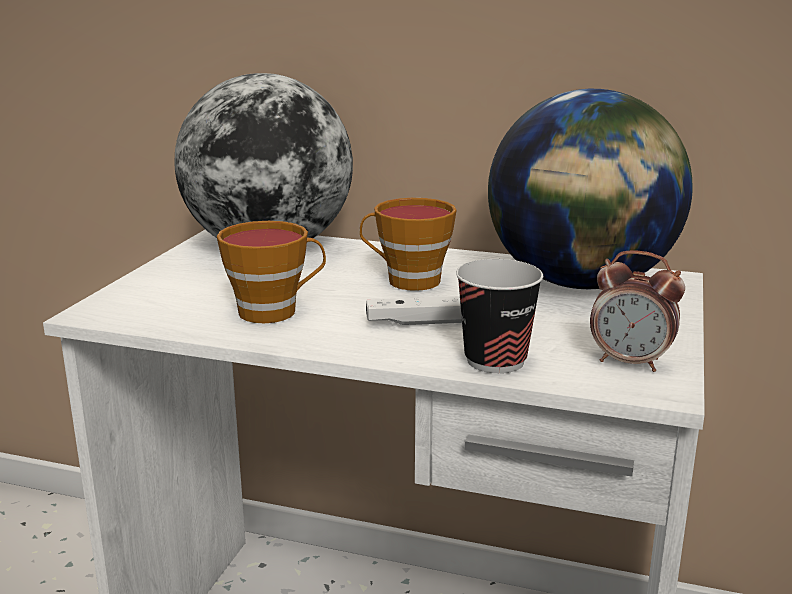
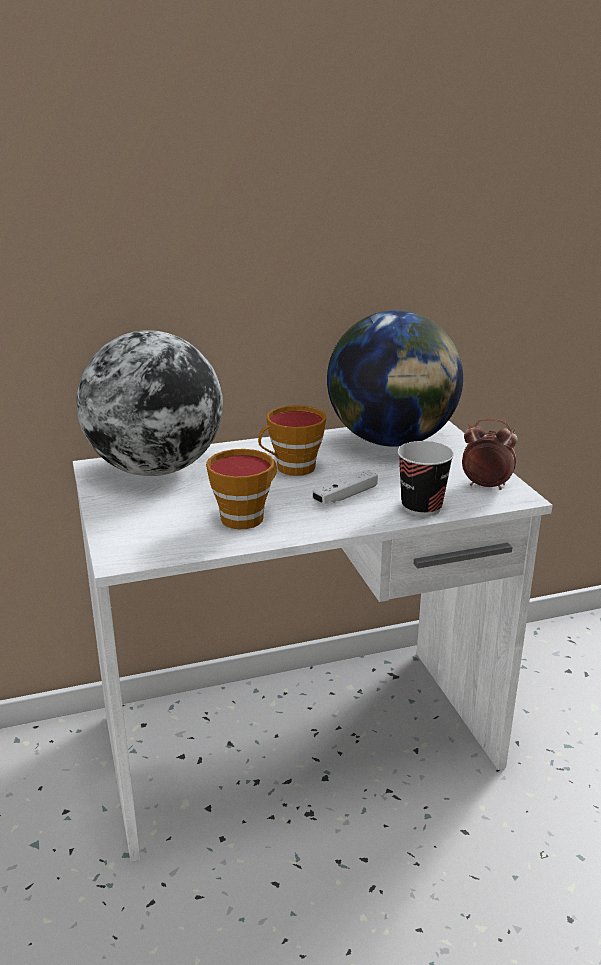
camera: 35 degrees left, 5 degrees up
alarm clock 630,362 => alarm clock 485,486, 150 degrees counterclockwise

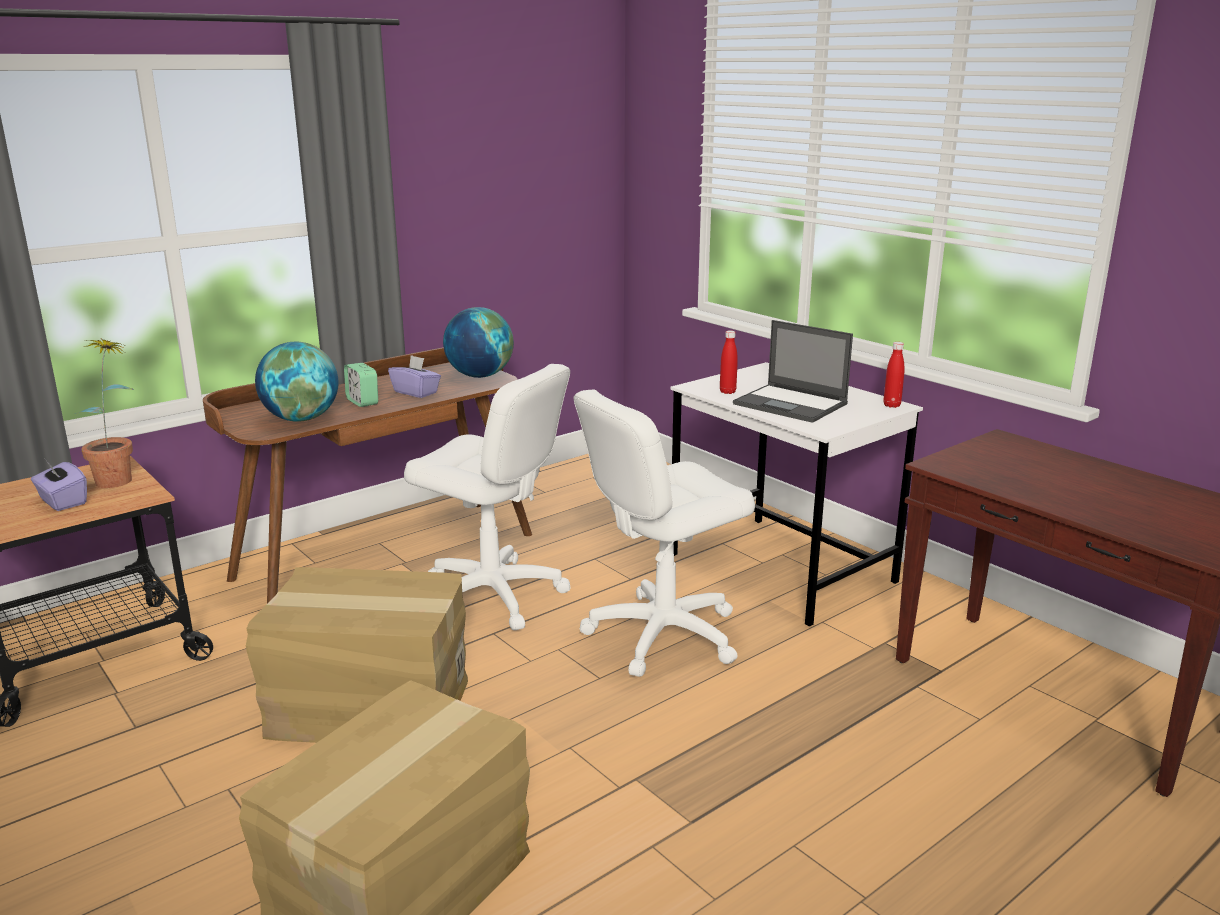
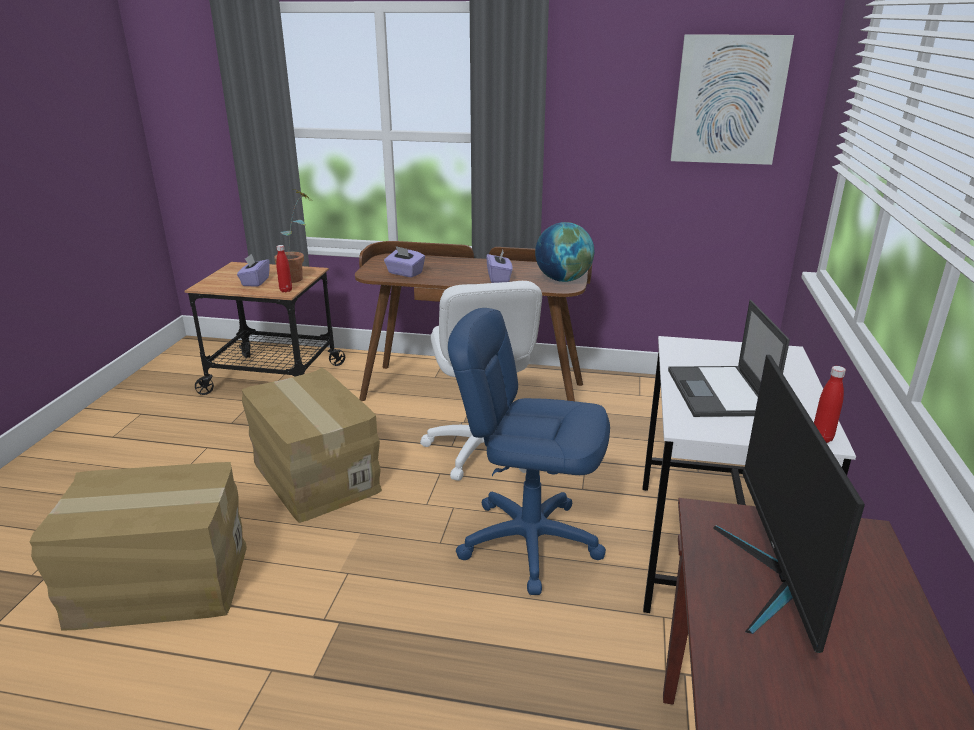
camera: 50 degrees right, 5 degrees up
globe 301,419 => purple tissue box 405,273
alarm clock 362,402 => nothing
white office chair 663,634 => blue office chair 529,542
red bottle 727,392 => red bottle 286,290, shifted
nothing => picture 728,100
nothing => monitor 776,579

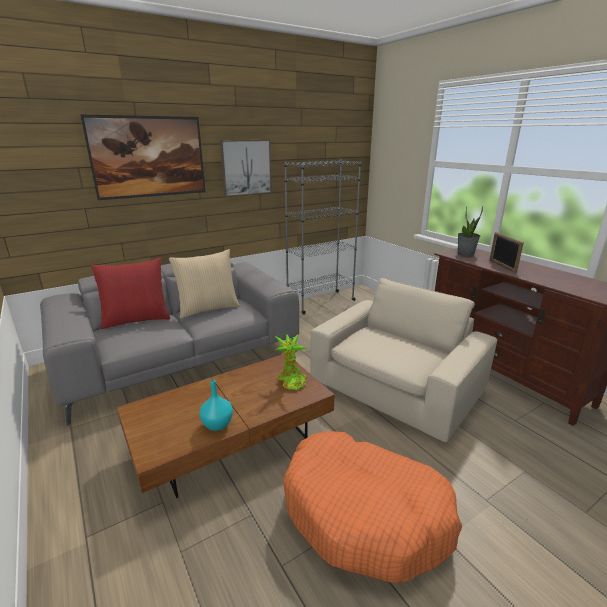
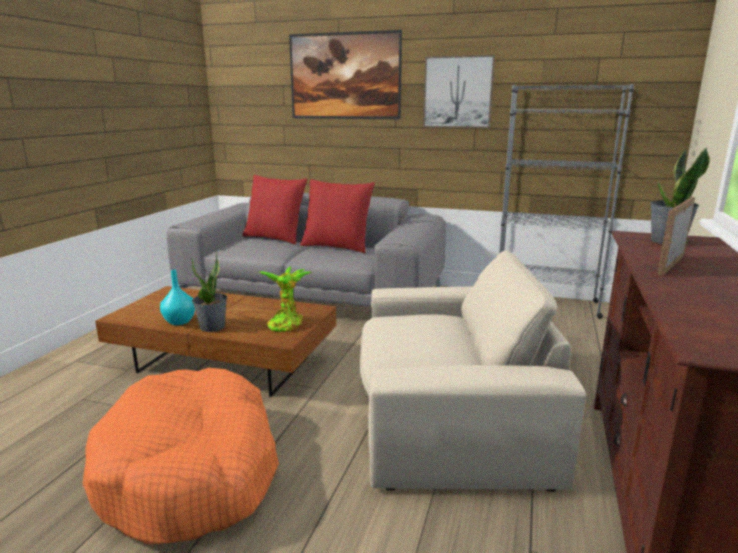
camera: 50 degrees right, 5 degrees down
beige pillow 208,309 => red pillow 337,246
nothing => potted plant 212,327

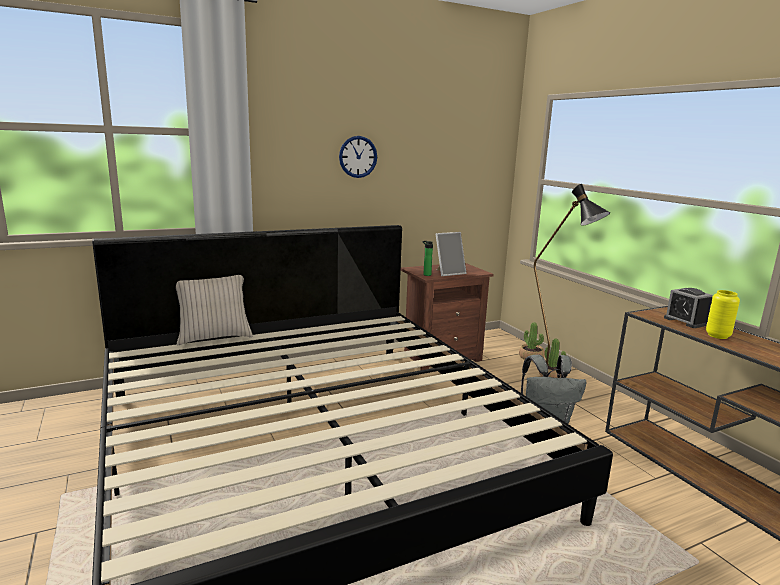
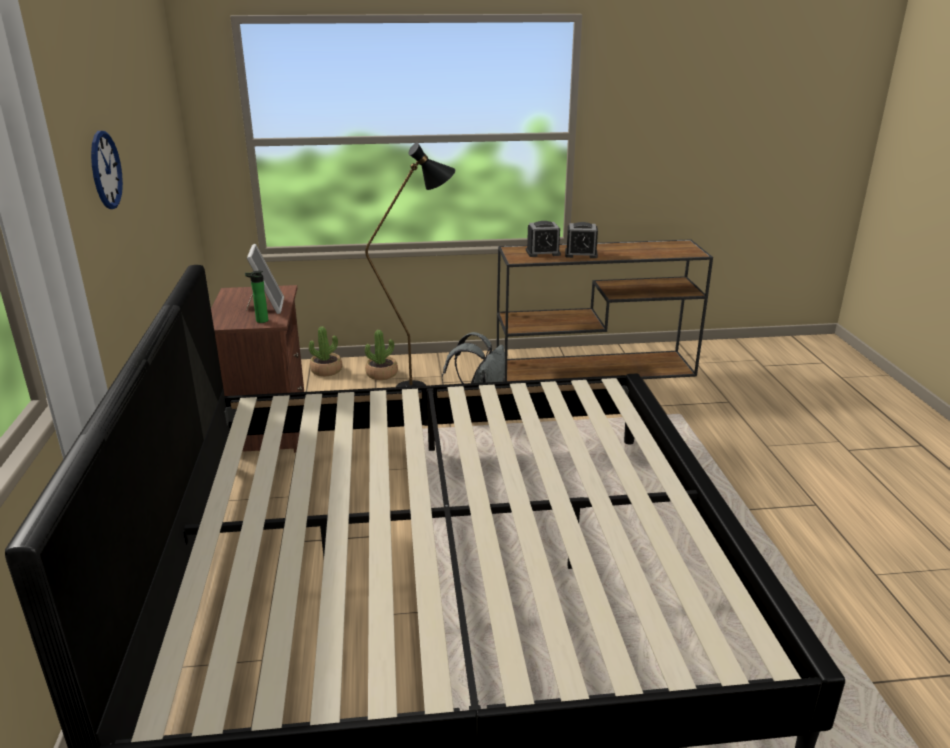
camera: 70 degrees left, 10 degrees up
beige pillow 214,337 => nothing
yellow vase 717,336 => alarm clock 581,254

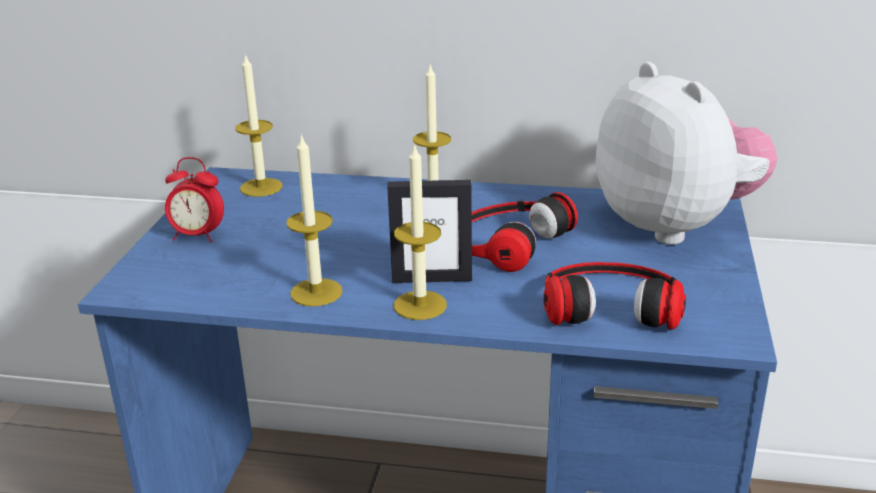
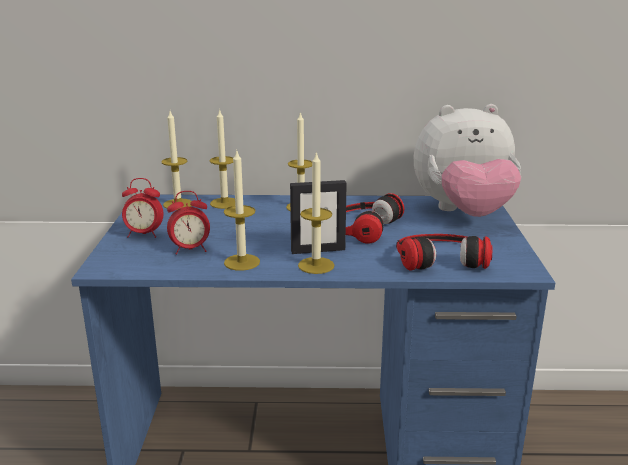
camera: 10 degrees left, 5 degrees down
plush toy 675,226 => plush toy 463,213, 120 degrees clockwise
nothing => alarm clock 190,250
nothing => candle 224,203

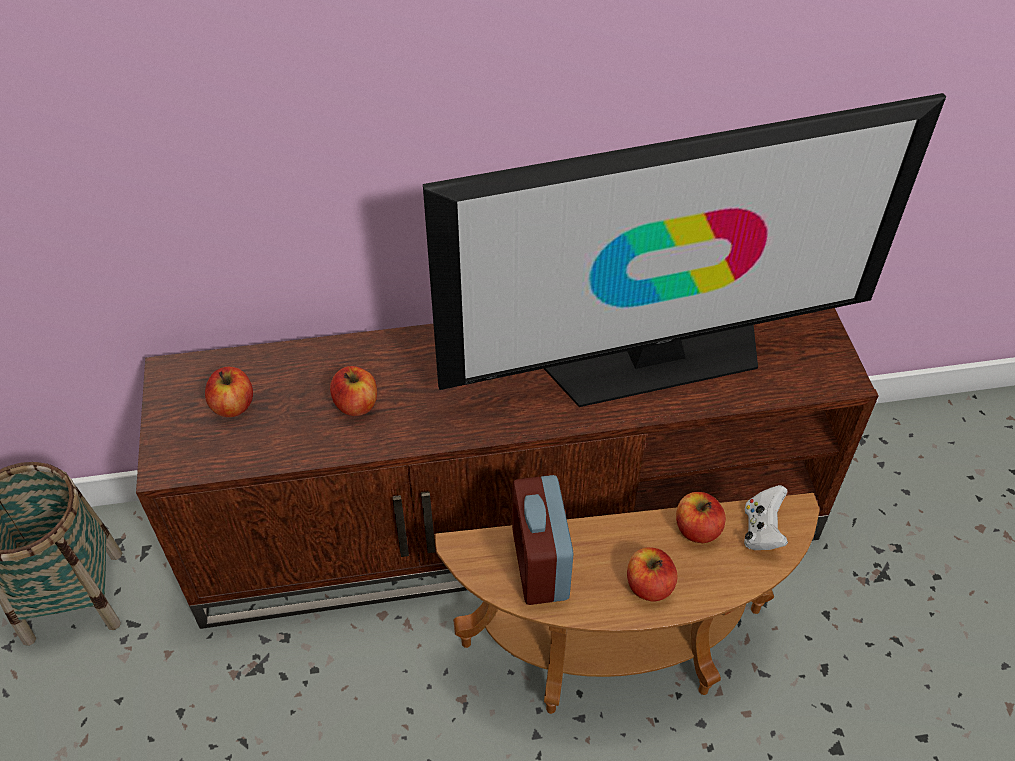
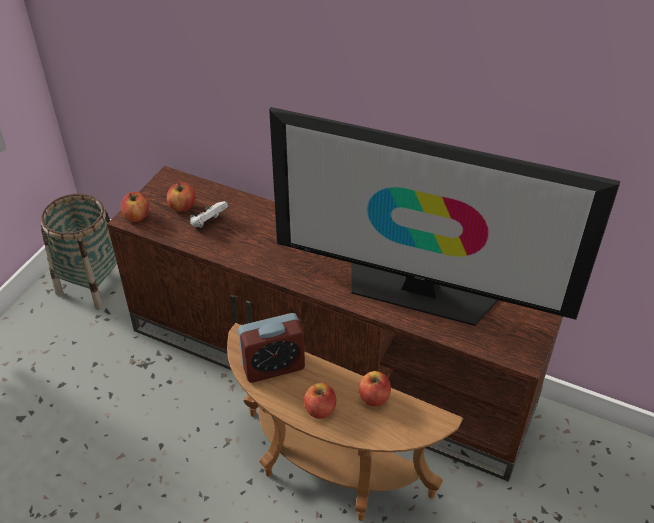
camera: 35 degrees right, 5 degrees down
apple 356,404 => apple 136,216, shifted
alarm clock 540,564 => alarm clock 273,366, 135 degrees counterclockwise
white game controller 762,530 => white game controller 208,223, shifted

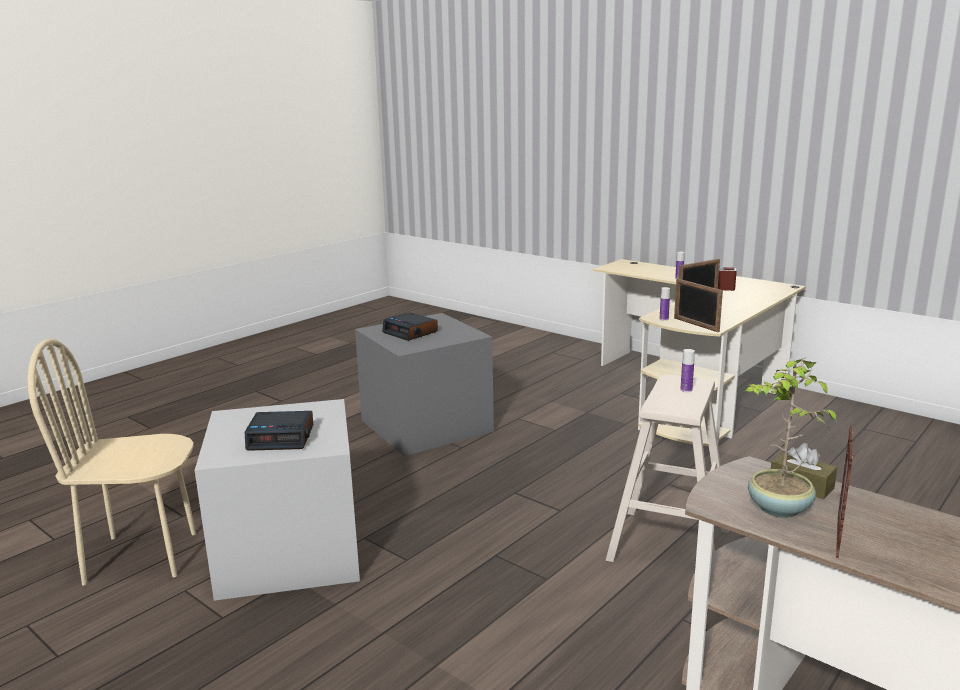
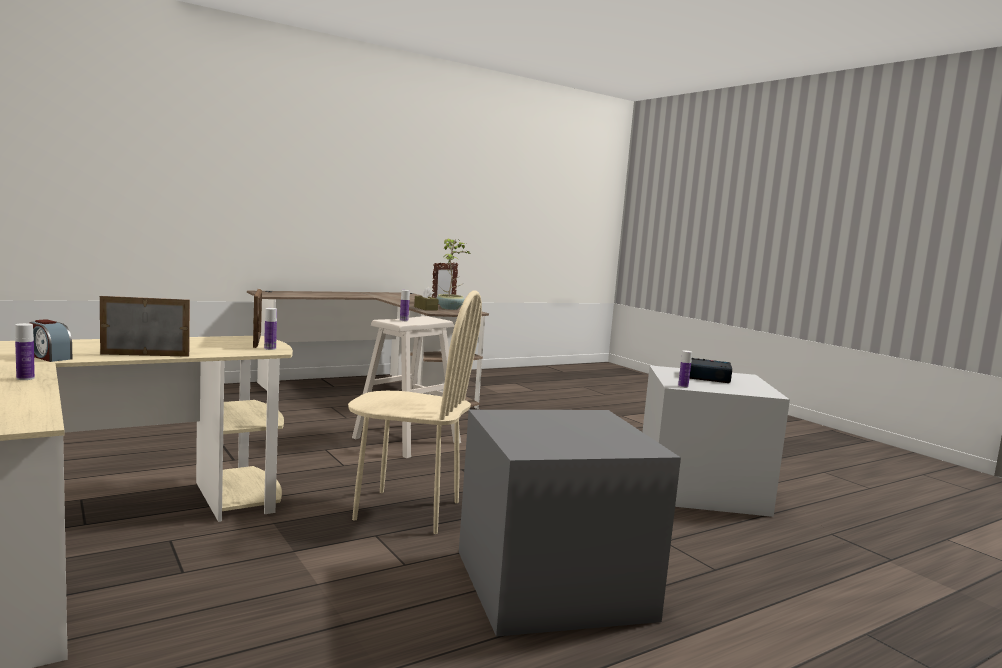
camera: 165 degrees left, 10 degrees down
beige chair 142,557 => beige chair 407,511, shifted
alarm clock 411,332 => nothing
nothing => bottle 683,386

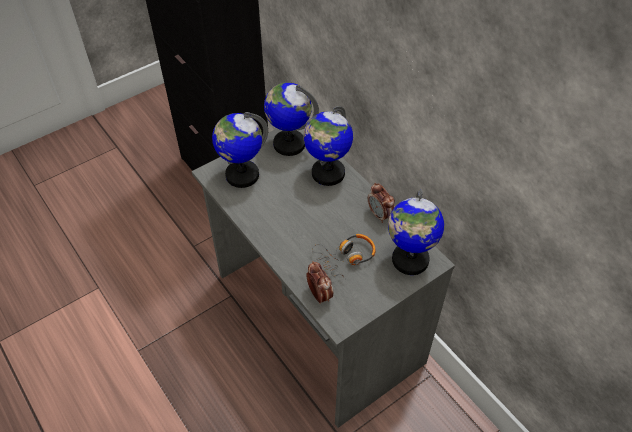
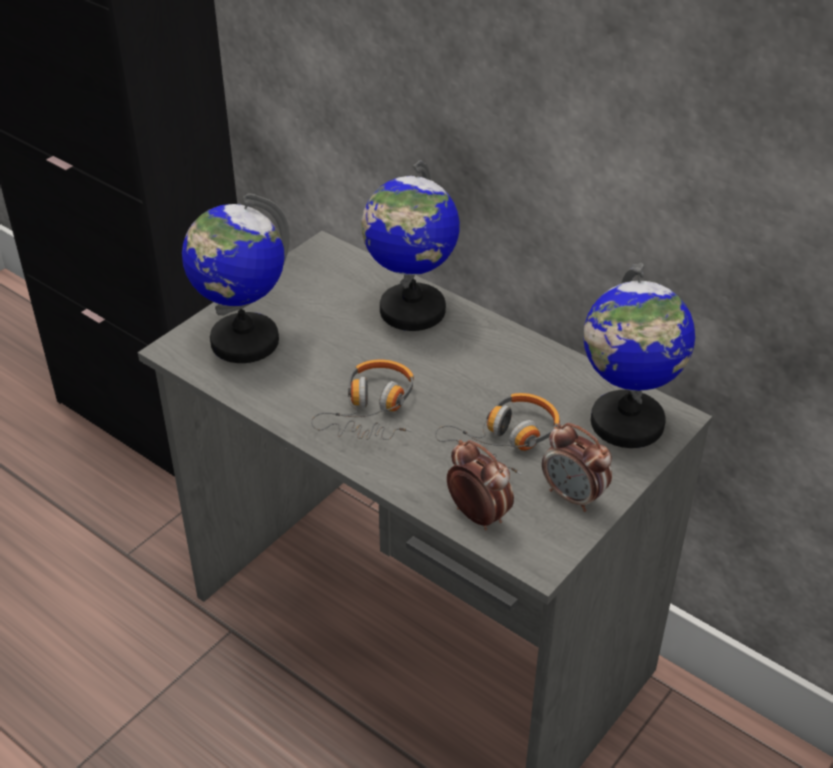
camera: 15 degrees left, 10 degrees down
globe 289,144 => nothing
alarm clock 380,215 => alarm clock 573,497, shifted
nothing => headphones 372,410

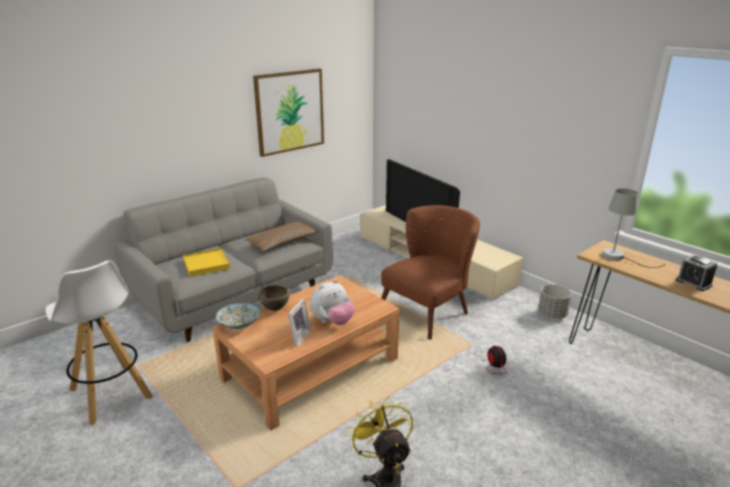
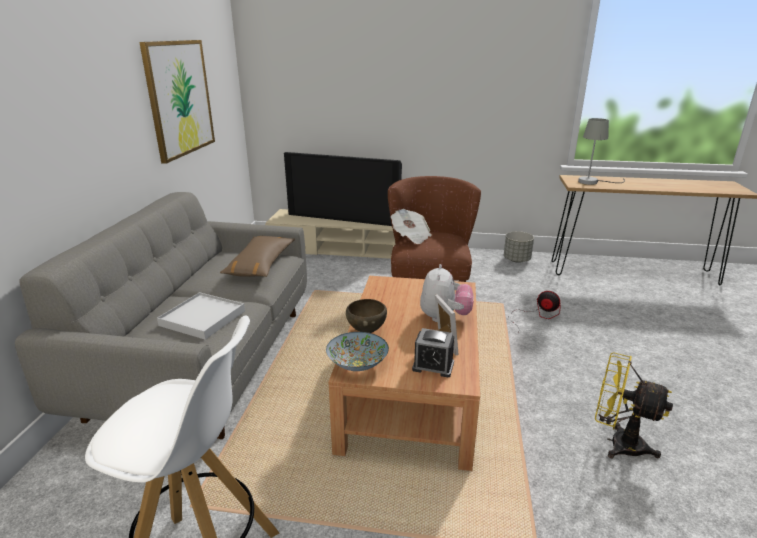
camera: 40 degrees left, 0 degrees up
yellow tray 206,264 => white tray 202,318
alarm clock 693,283 => alarm clock 433,366, shifted
nothing => newspaper 411,236

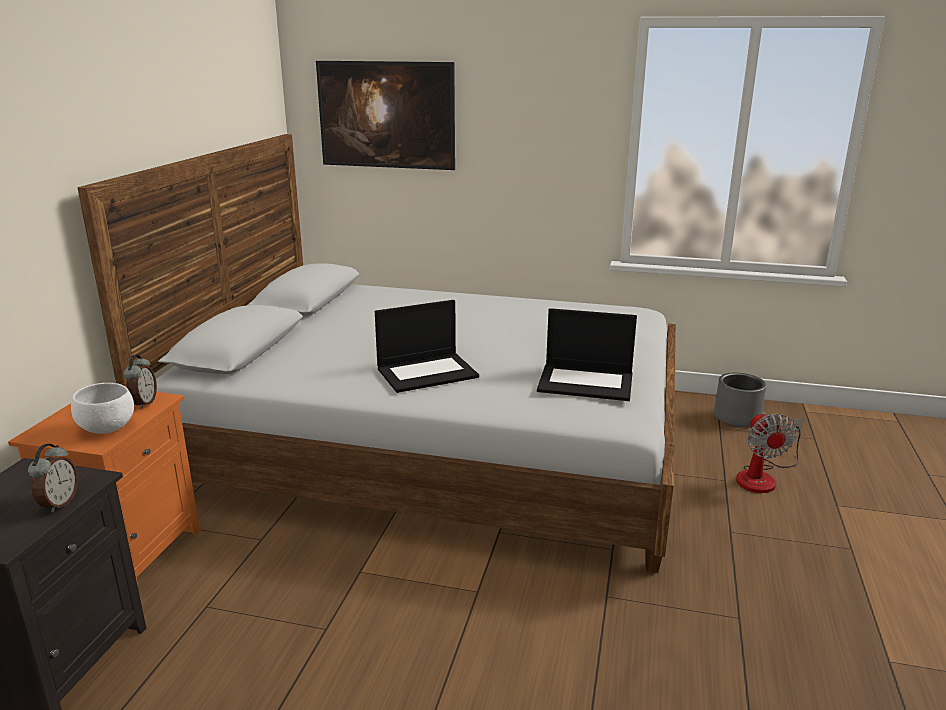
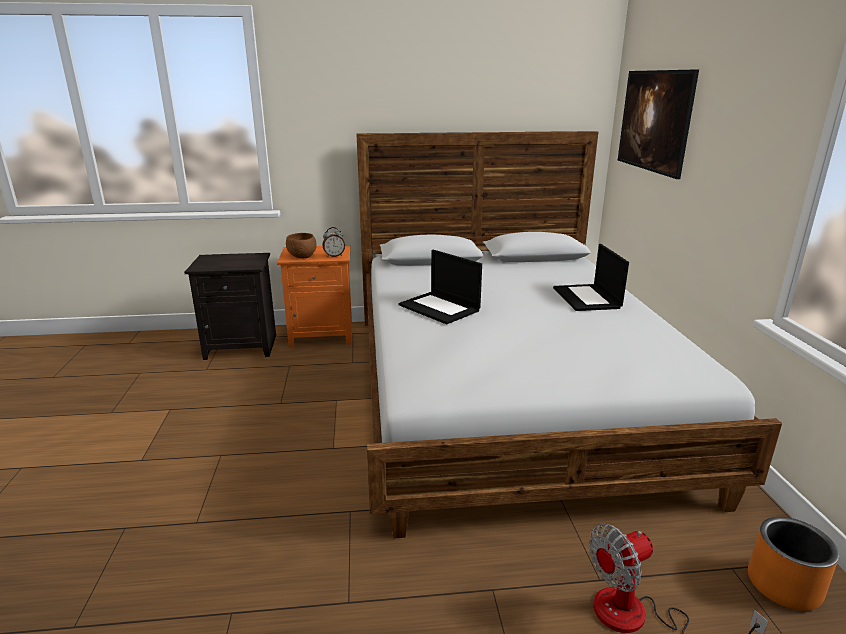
camera: 70 degrees right, 0 degrees up
alarm clock 59,503 => nothing
white bowl 109,429 => brown bowl 303,257
laptop 587,382 => laptop 587,298, shifted
grey planter 737,418 => orange planter 784,585

